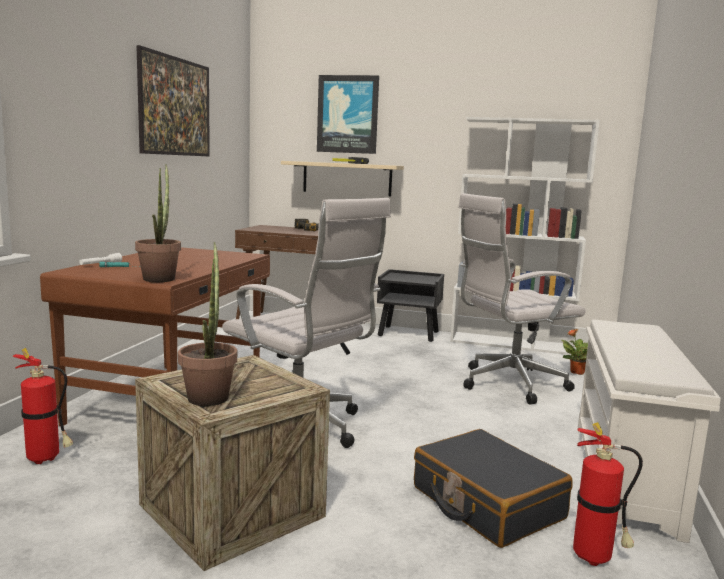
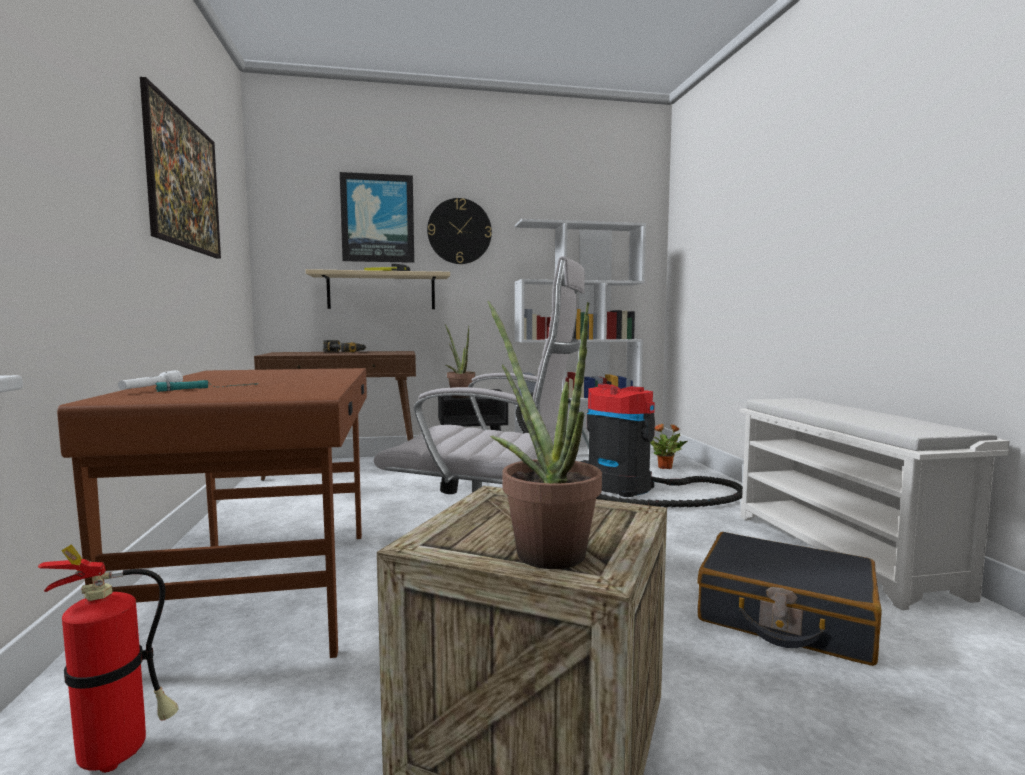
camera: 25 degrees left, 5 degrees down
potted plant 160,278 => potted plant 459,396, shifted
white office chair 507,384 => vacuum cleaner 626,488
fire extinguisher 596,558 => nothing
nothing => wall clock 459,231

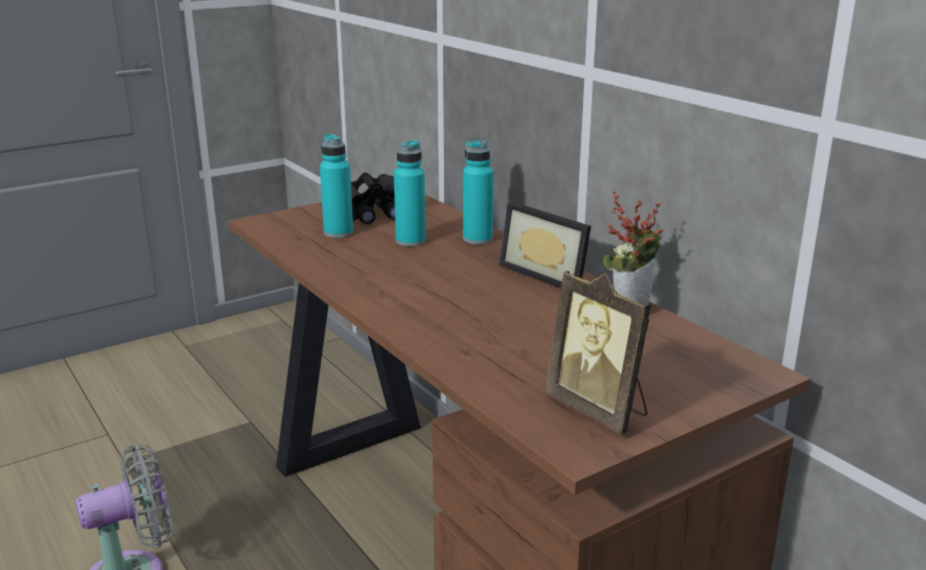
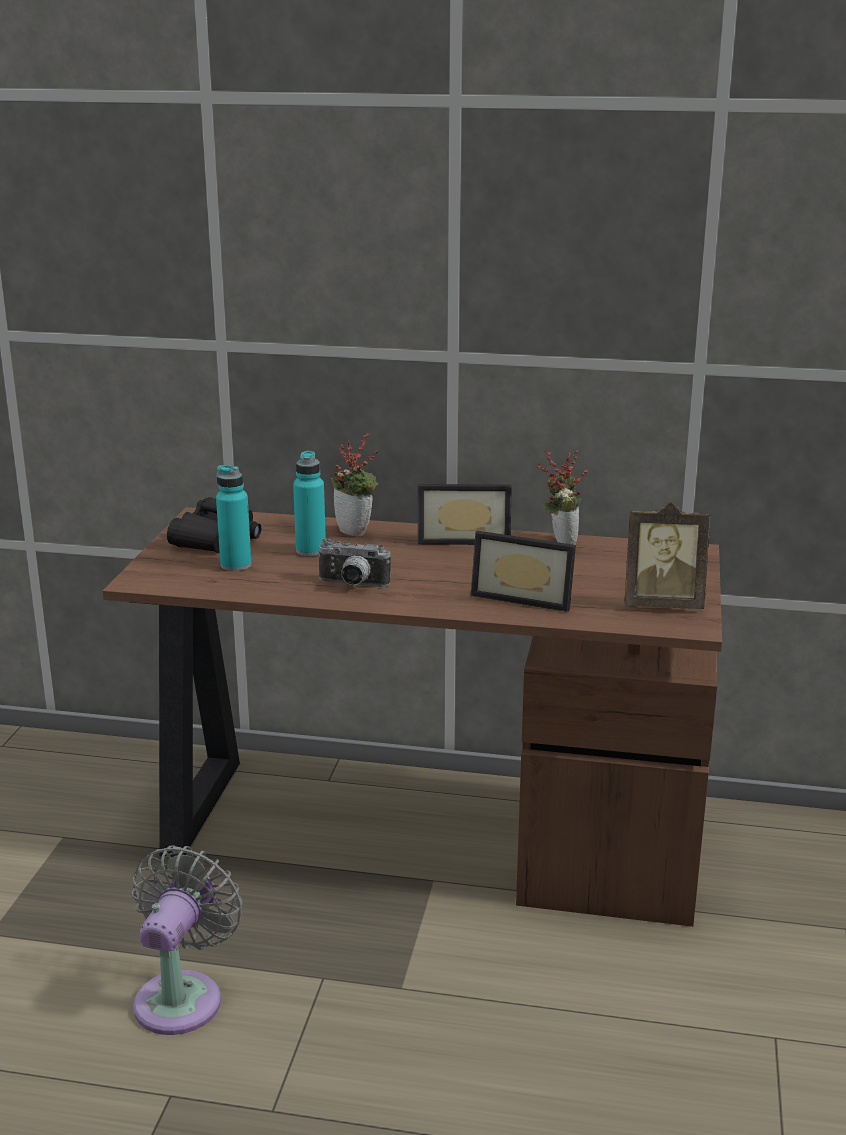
camera: 45 degrees left, 0 degrees up
turquoise bottle 477,239 => potted plant 357,531
nothing => photo camera 352,585
nothing => picture frame 524,597

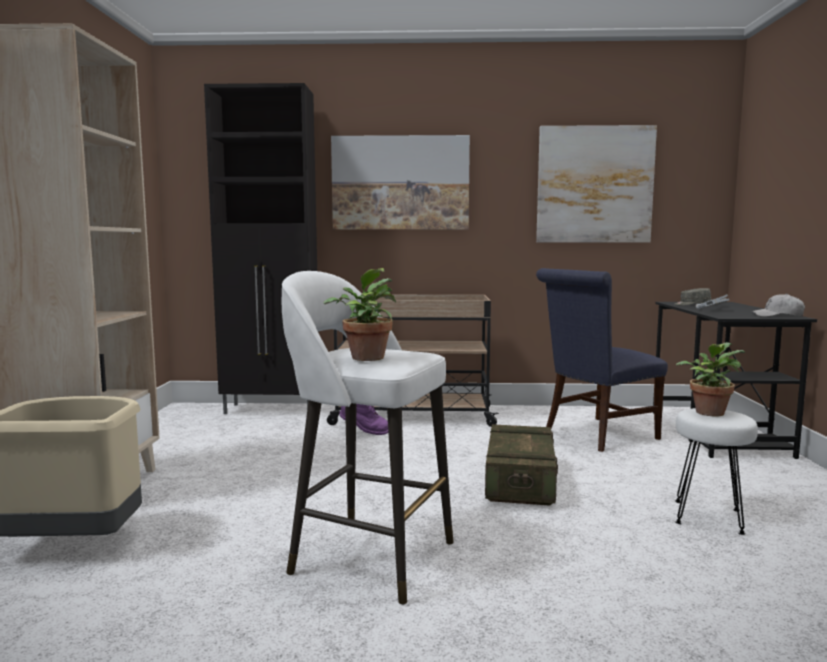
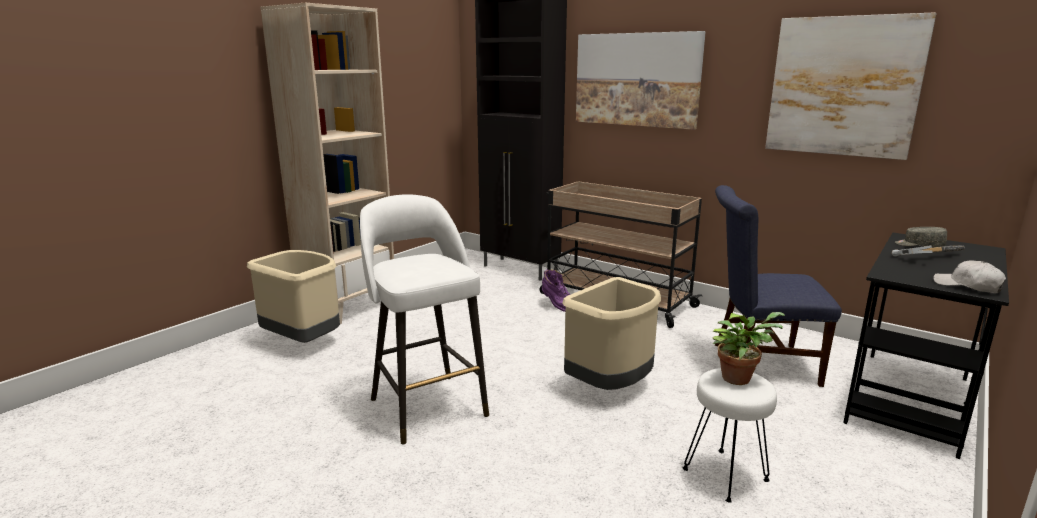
camera: 35 degrees right, 10 degrees up
potted plant 366,357 => nothing
crate 520,482 => beige trash can 610,386

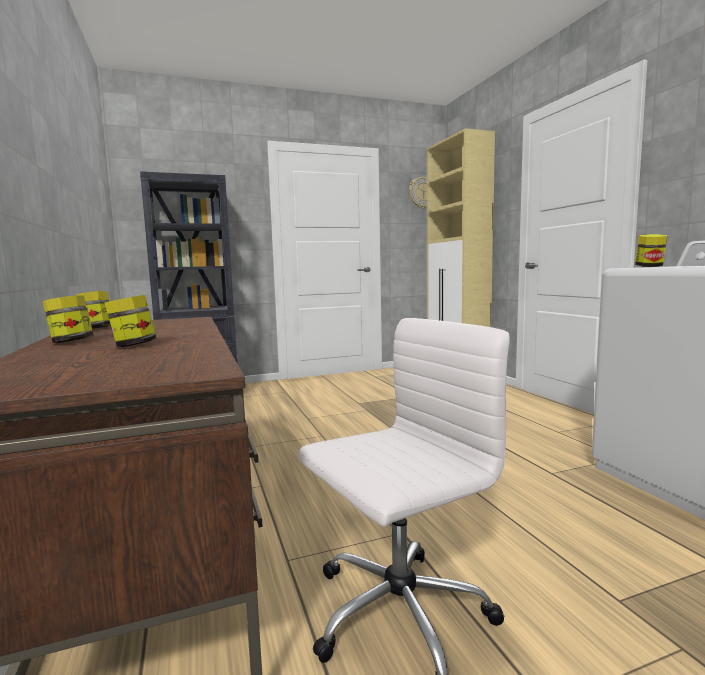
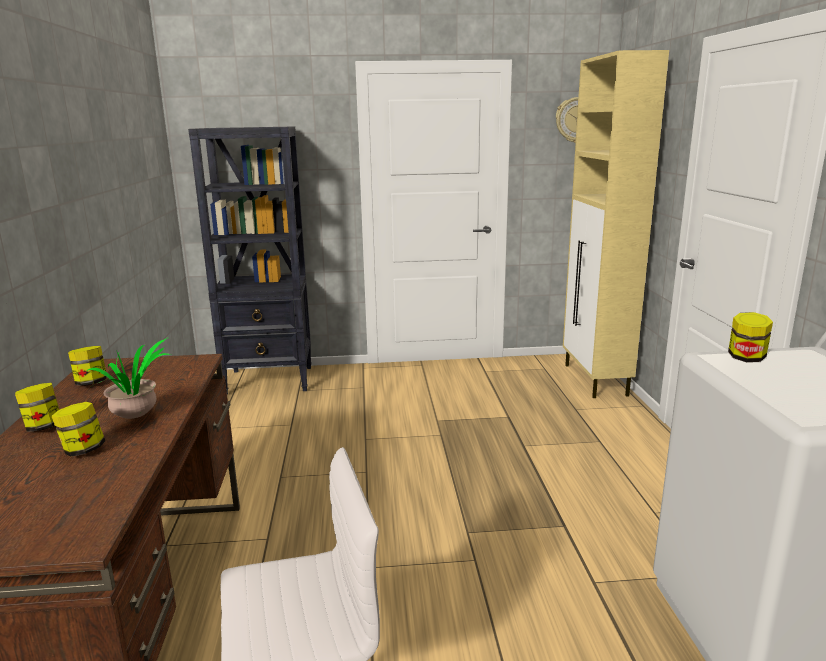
camera: 15 degrees right, 10 degrees up
nothing => potted plant 139,417

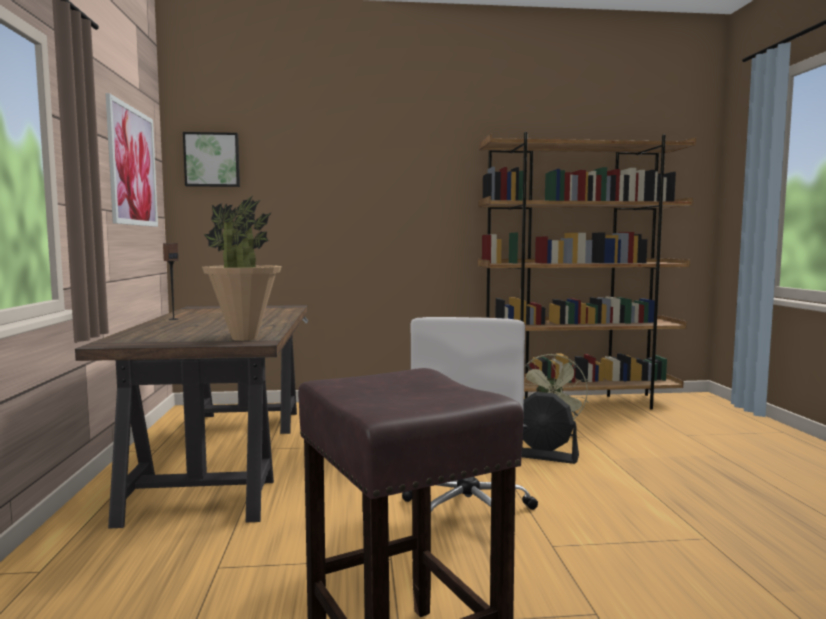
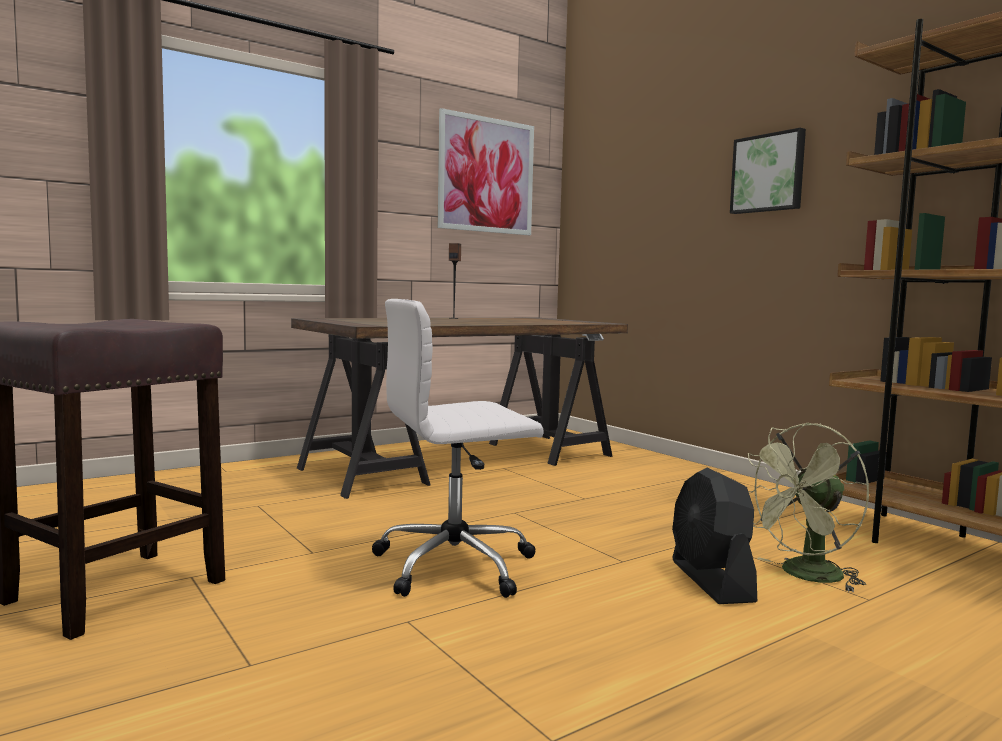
camera: 60 degrees right, 0 degrees up
picture 212,160 => picture 768,173, shifted
potted plant 243,338 => nothing

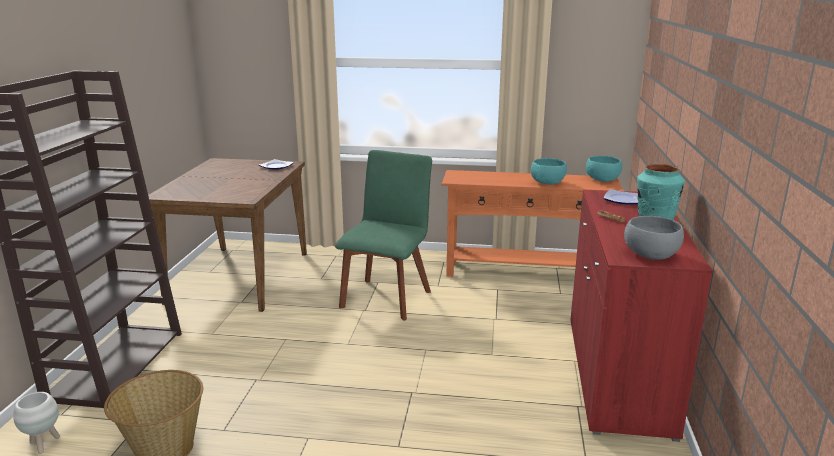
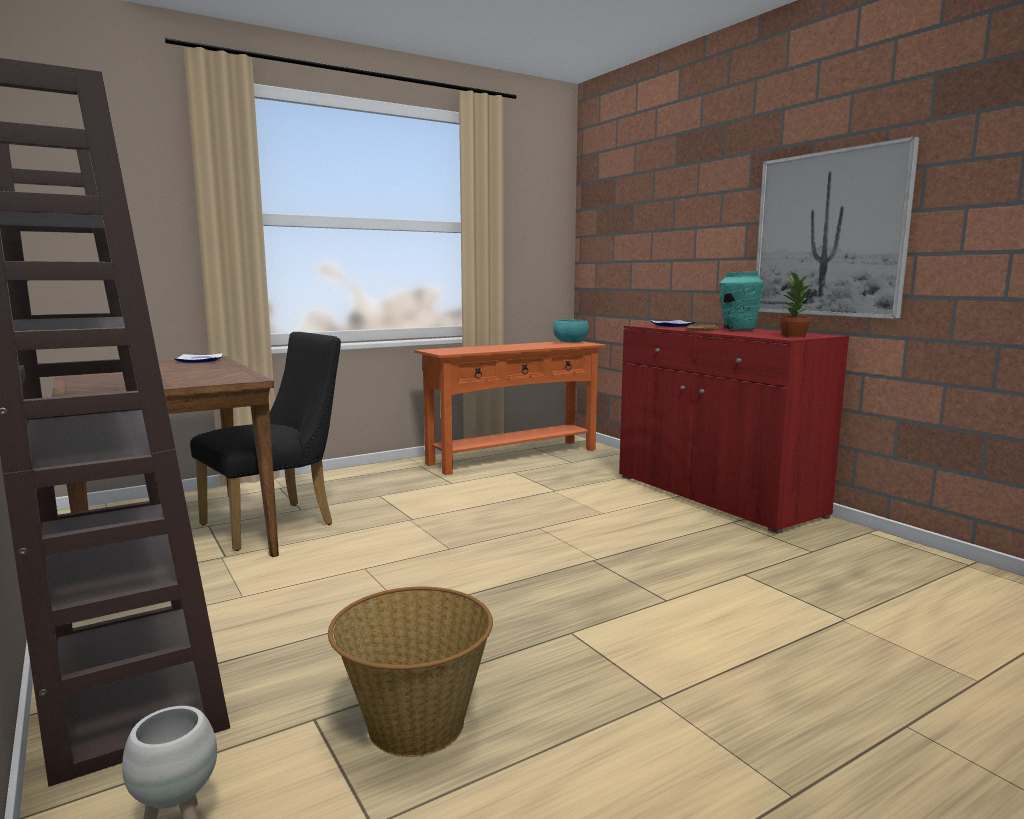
camera: 40 degrees left, 10 degrees down
green chair 387,297 => nothing
turquoise bowl 547,182 => nothing
grey bowl 650,254 => potted plant 792,335
nothing => black chair 277,523
nothing => picture 829,234

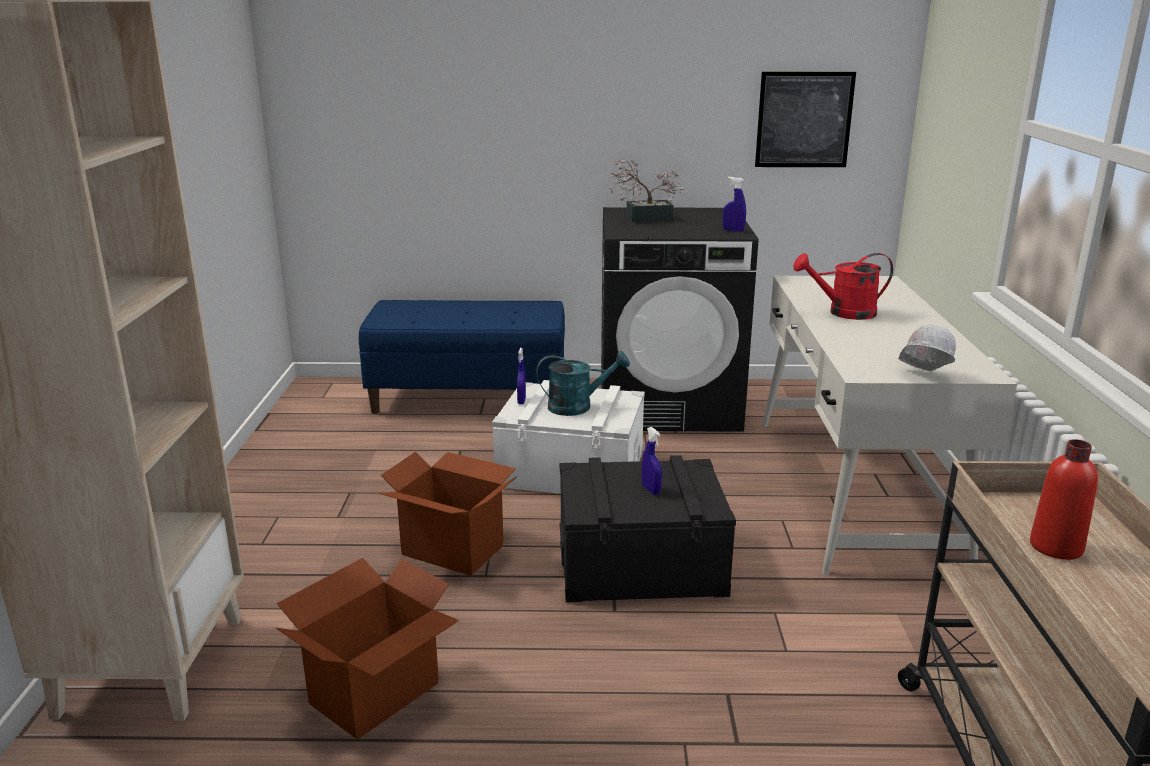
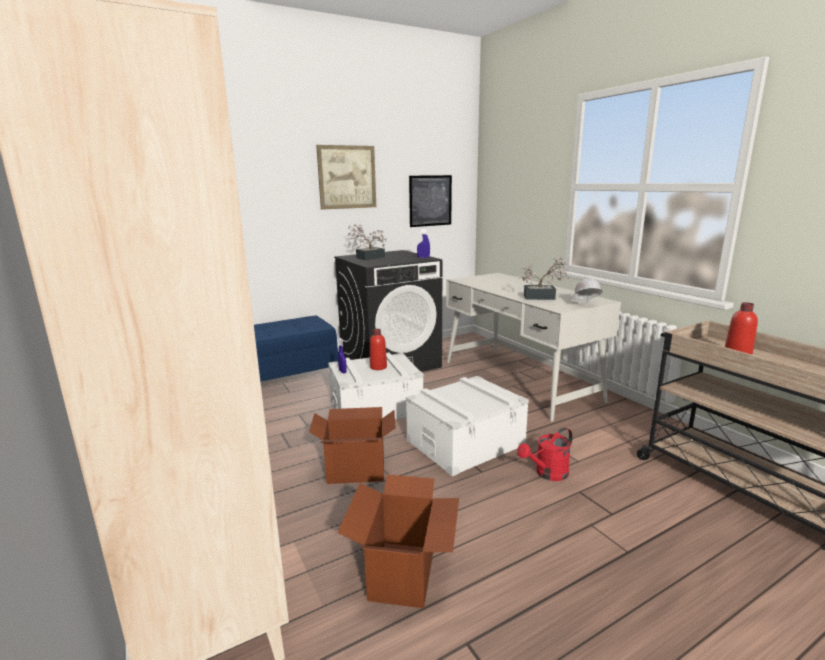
camera: 30 degrees left, 5 degrees down
turquoise watering can 578,406 => red bottle 378,367
black storage box 640,562 => white storage box 465,442
blue spray bottle 651,490 => nothing
red watering can 843,313 => red watering can 547,474, shifted
nothing => picture 347,177
nothing => potted plant 543,297

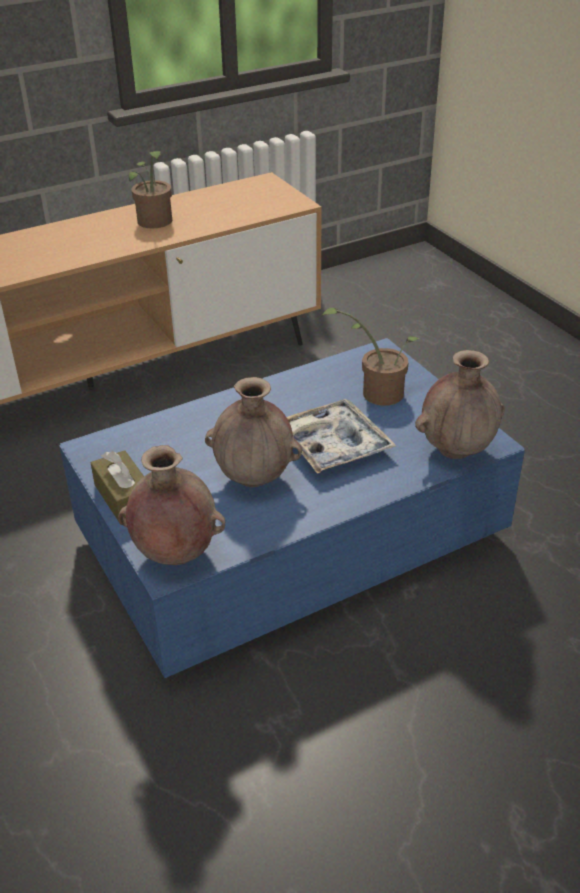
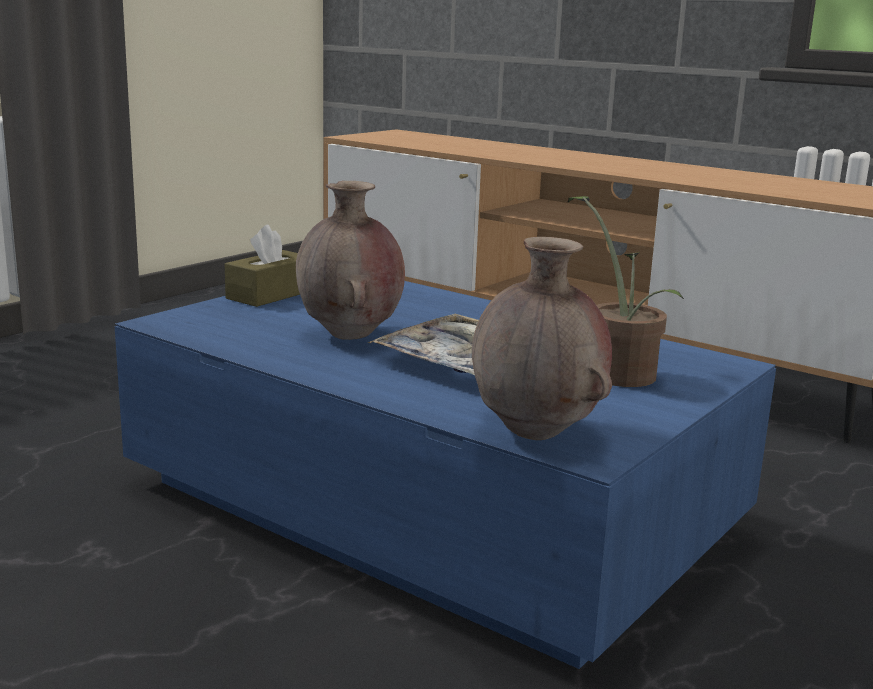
camera: 65 degrees right, 20 degrees down
brown vase 175,554 => nothing
potted plant 154,223 => nothing

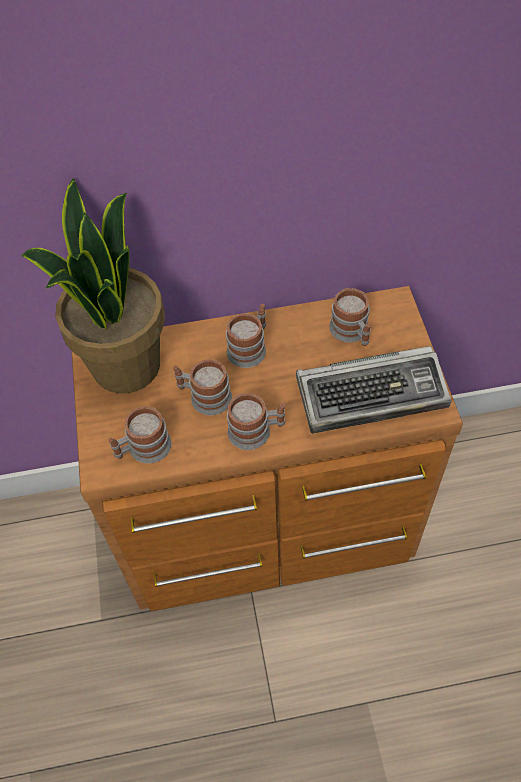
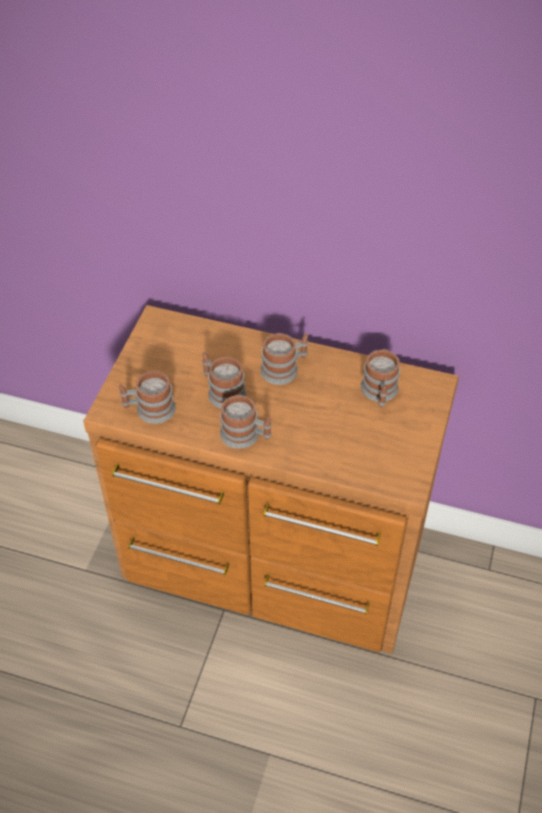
camera: 25 degrees right, 5 degrees down
potted plant 125,365 => nothing
keyboard 373,394 => nothing

